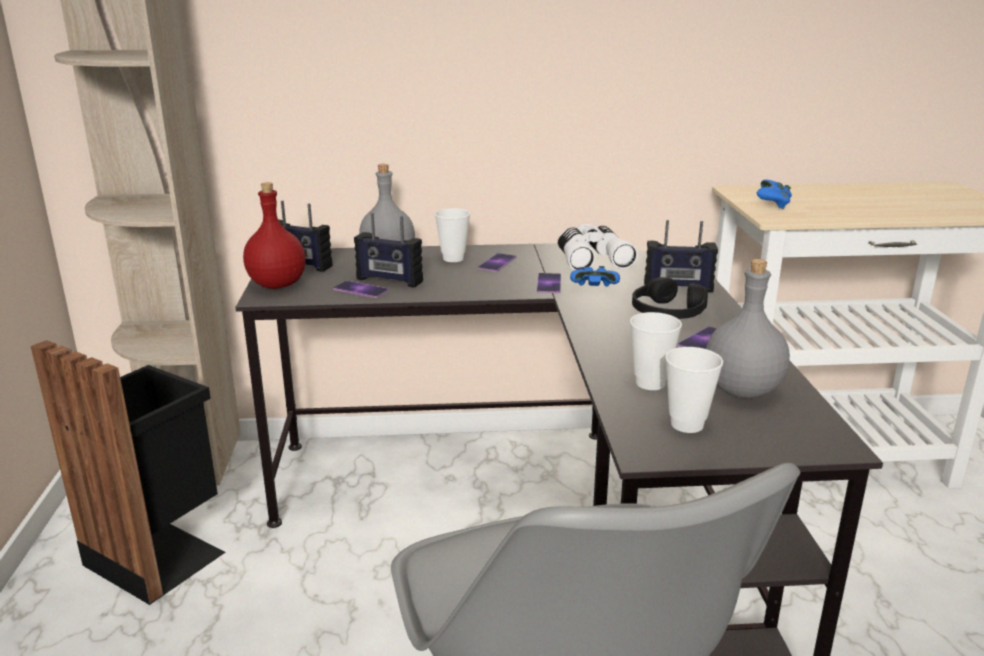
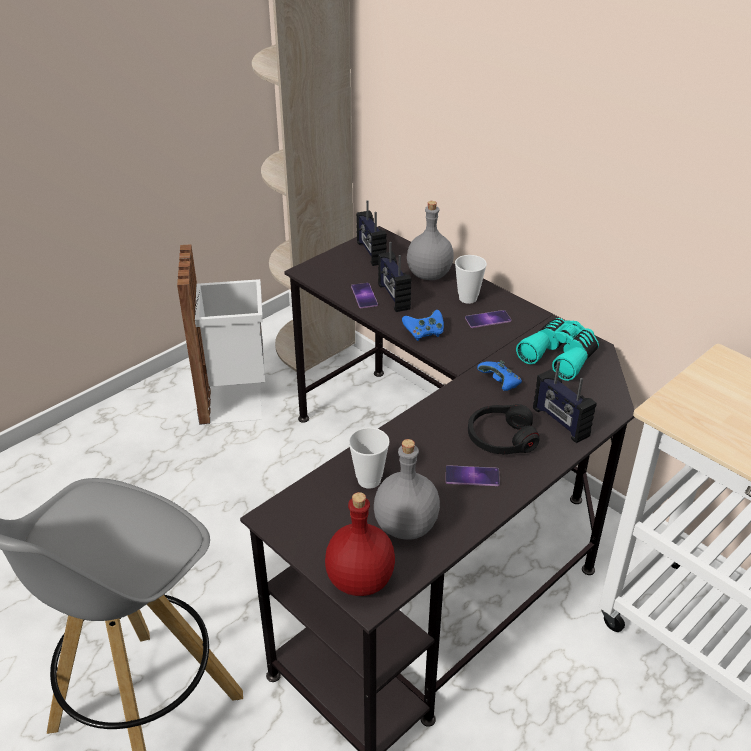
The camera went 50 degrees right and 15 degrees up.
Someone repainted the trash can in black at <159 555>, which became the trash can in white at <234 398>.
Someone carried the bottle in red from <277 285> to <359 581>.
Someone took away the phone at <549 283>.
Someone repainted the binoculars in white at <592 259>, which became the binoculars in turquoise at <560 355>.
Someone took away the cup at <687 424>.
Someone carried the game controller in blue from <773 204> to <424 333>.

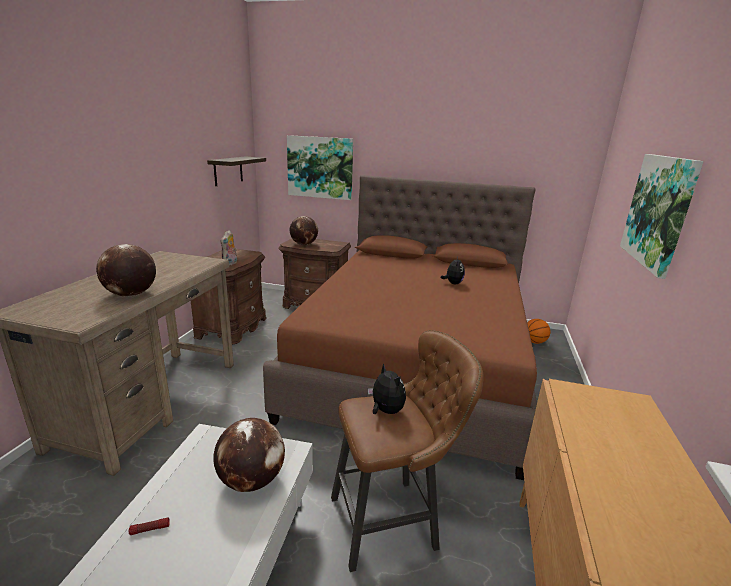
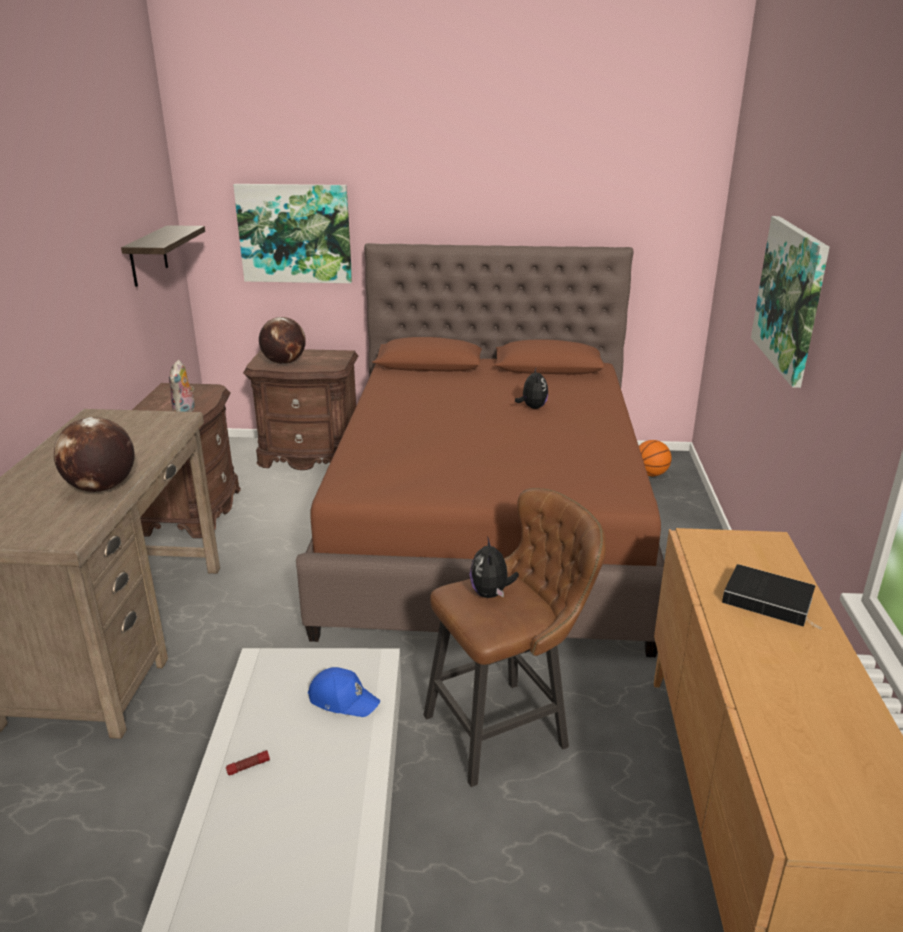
The camera went 10 degrees left and 5 degrees up.
Someone swapped the globe at <252 480> for the cap in blue at <343 699>.
Someone rotated the plush toy at <385 411> by 135 degrees counterclockwise.
Someone put down the book at <770 600>.

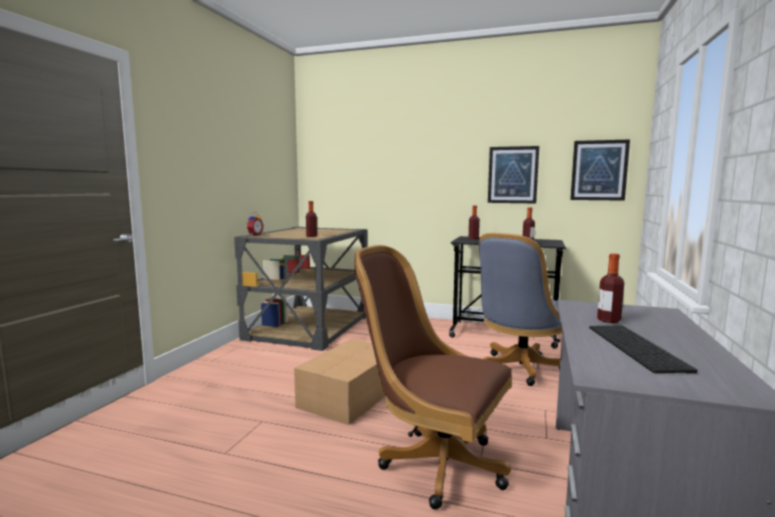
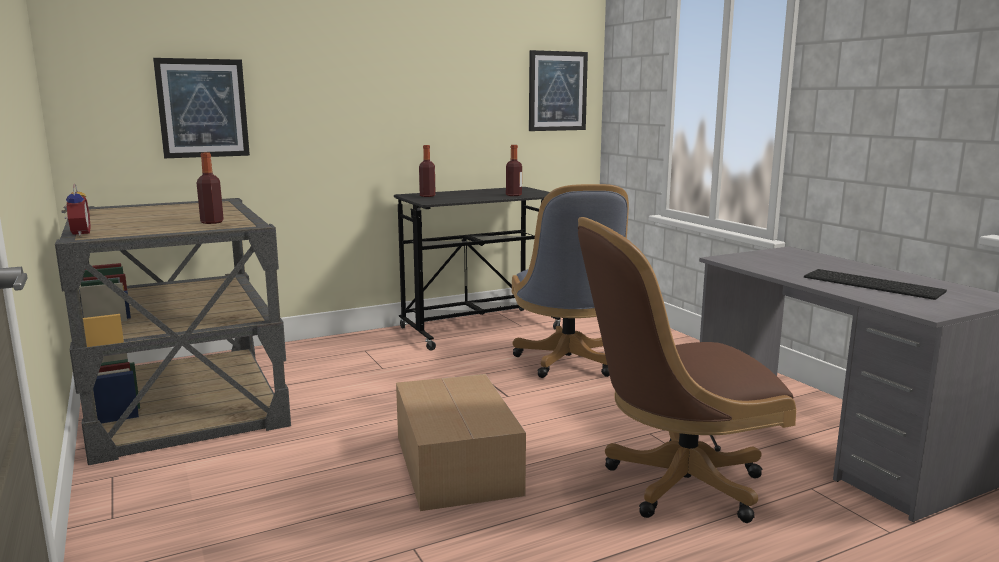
The camera went 45 degrees left and 5 degrees up.
Someone carried the picture from <512 175> to <202 108>.
Someone took away the bottle at <608 320>.

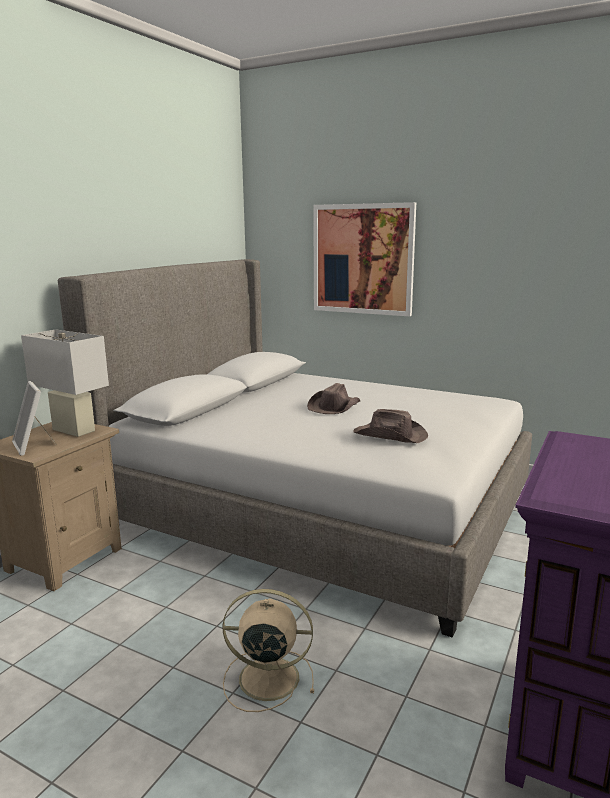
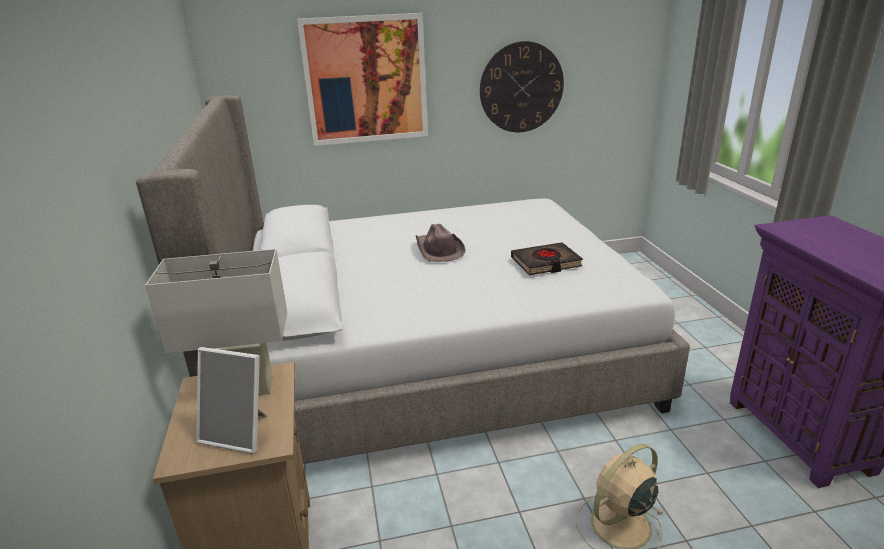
The camera went 40 degrees left and 10 degrees up.
Someone swapped the hat in brown at <391 435> for the book in black at <546 263>.
Someone put up the wall clock at <521 87>.

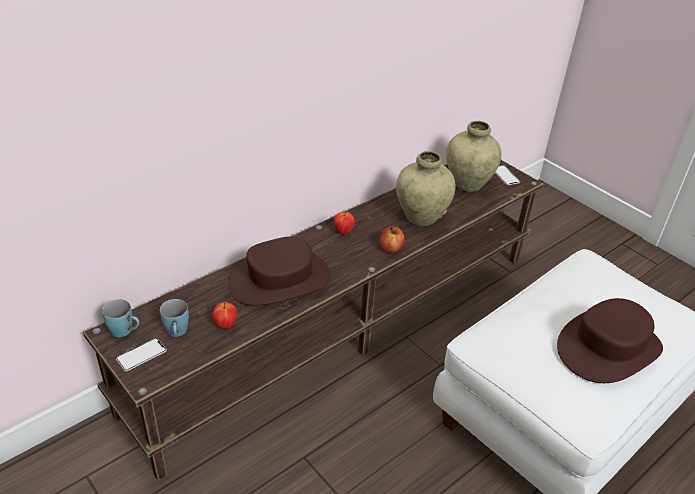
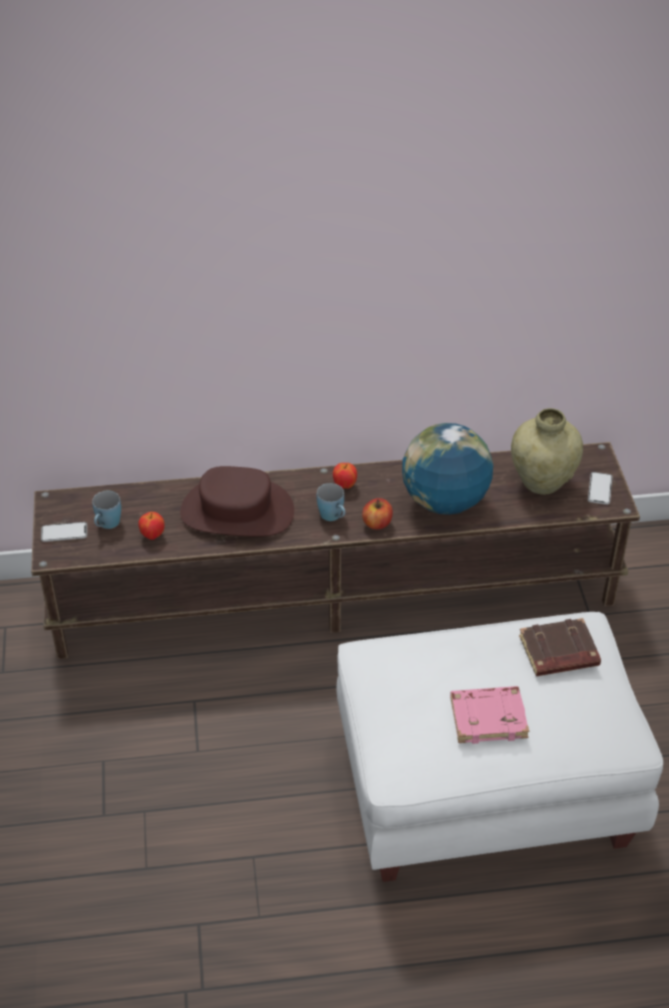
The camera went 35 degrees right and 5 degrees up.
Someone carried the mug in blue from <125 331> to <333 517>.
Someone swapped the vase in beige at <421 217> for the globe at <444 501>.
Someone swapped the hat in brown at <608 347> for the book in pink at <489 717>.
Someone put down the book in brown at <558 653>.

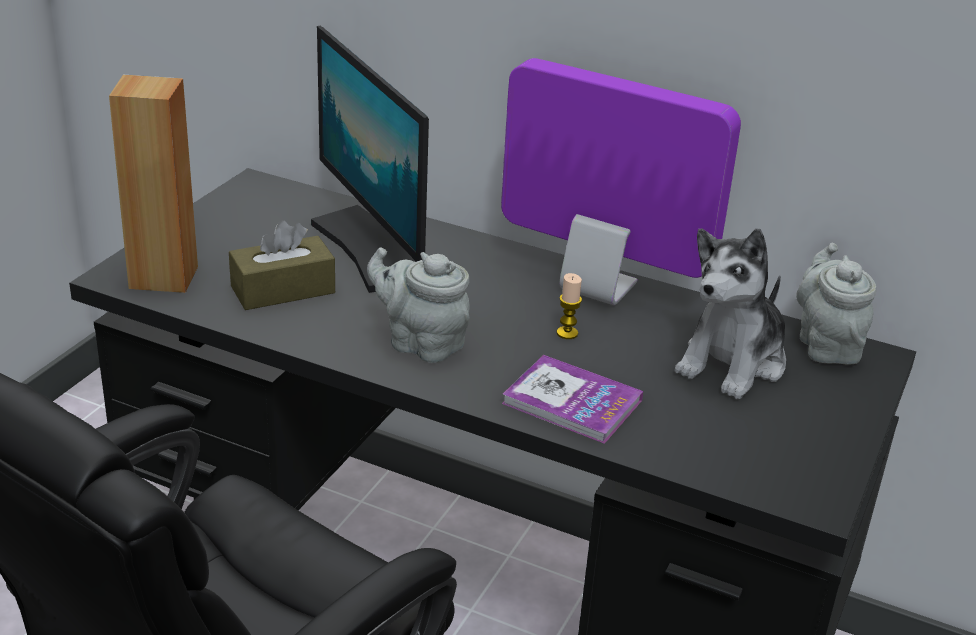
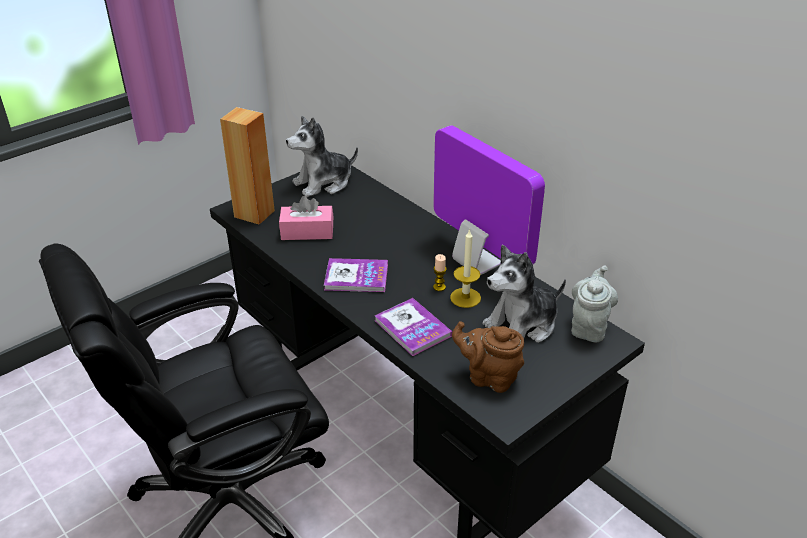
The camera went 25 degrees right and 5 degrees up.
Someone repainted the tissue box in brown at <283 290>, which became the tissue box in pink at <307 232>.
Someone took away the monitor at <373 250>.
Someone swapped the teapot in grey at <421 343> for the book at <356 277>.
Someone put down the plush toy at <323 183>.
Someone put down the candle at <465 297>.
Someone put down the teapot in brown at <489 377>.

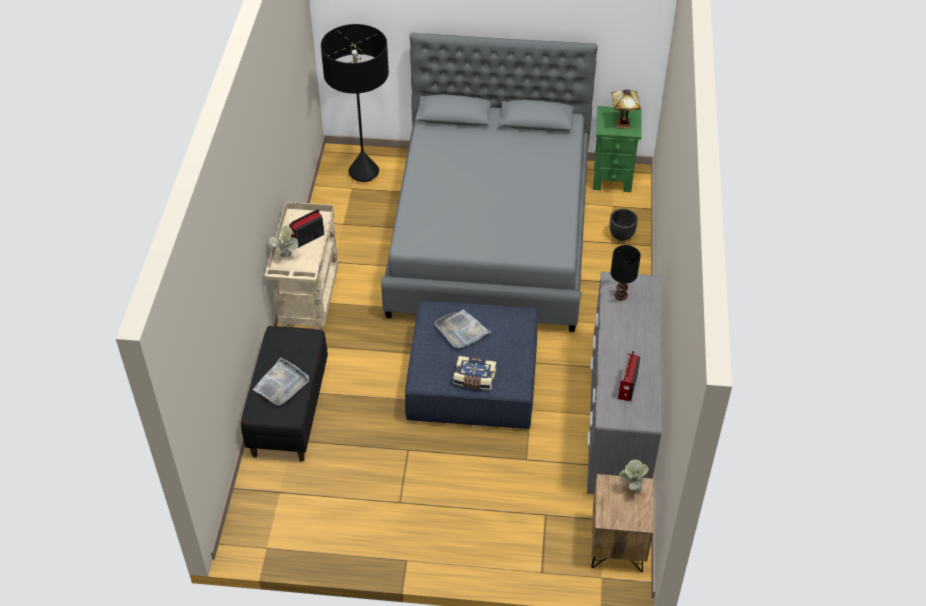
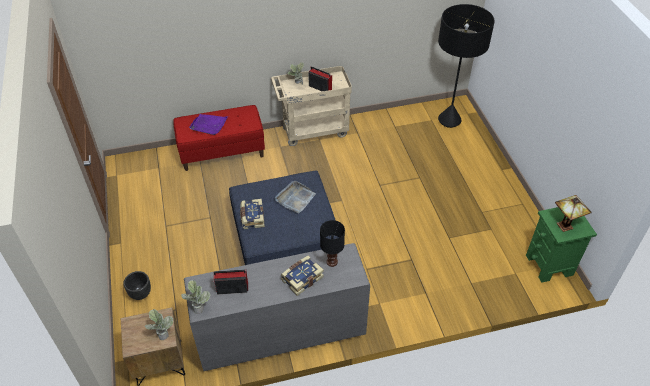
The camera went 70 degrees right and 0 degrees up.
Someone repainted the bench in black at <289 411>, which became the bench in red at <222 152>.
Someone repainted the tray in grey at <281 384>, which became the tray in purple at <209 125>.
Someone took away the bed in grey at <490 236>.
Someone carried the planter in black from <621 236> to <140 294>.
Someone put down the potted plant at <198 306>.
Someone put down the book at <301 278>.

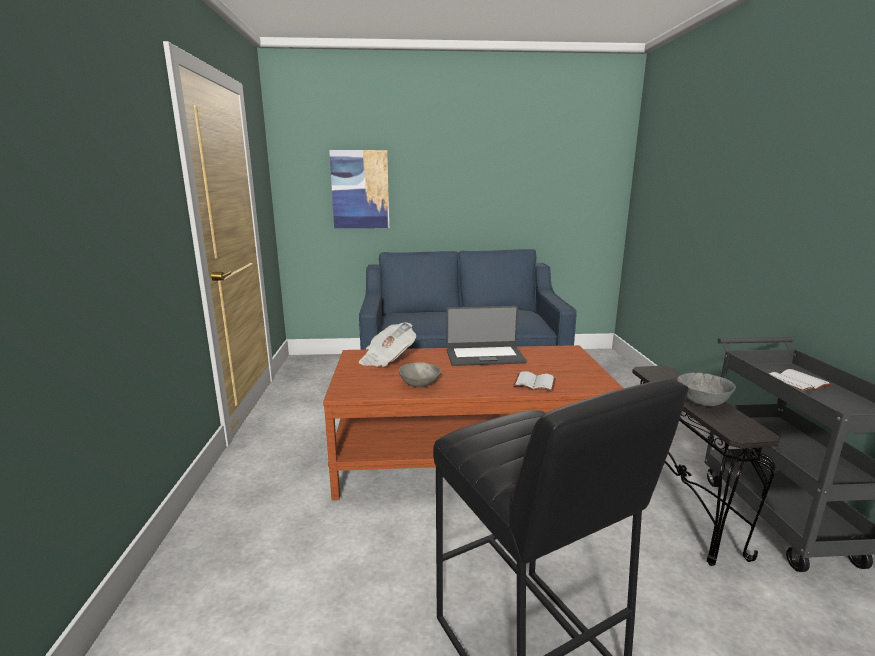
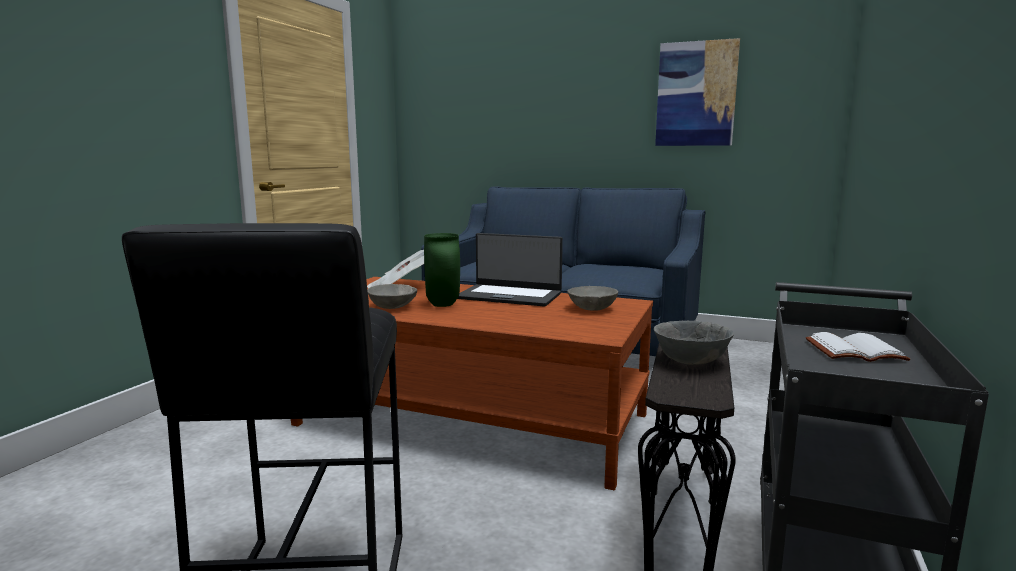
The camera went 25 degrees right and 5 degrees down.
Someone carried the picture from <360 189> to <696 94>.
Someone took away the book in white at <533 384>.
Someone put down the vase in green at <442 305>.
Someone put down the bowl in grey at <592 309>.

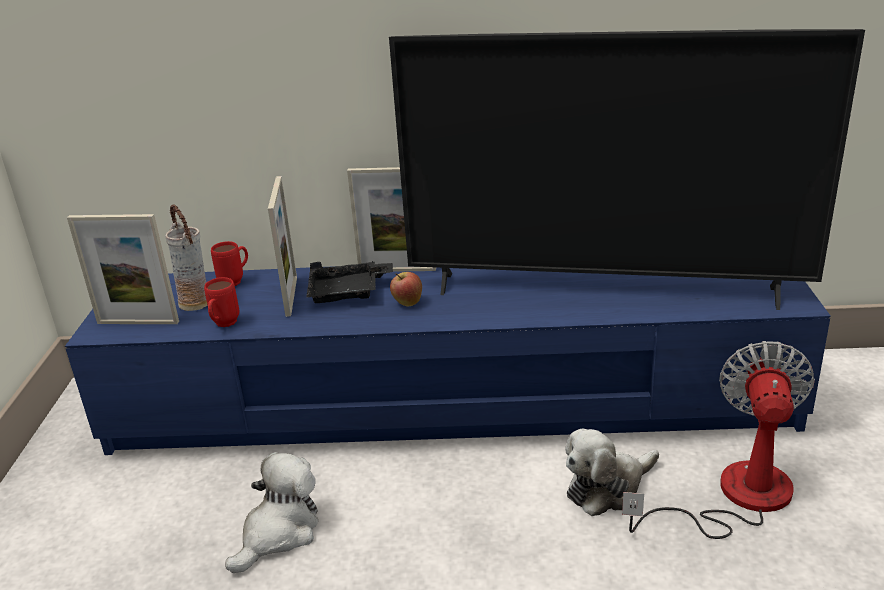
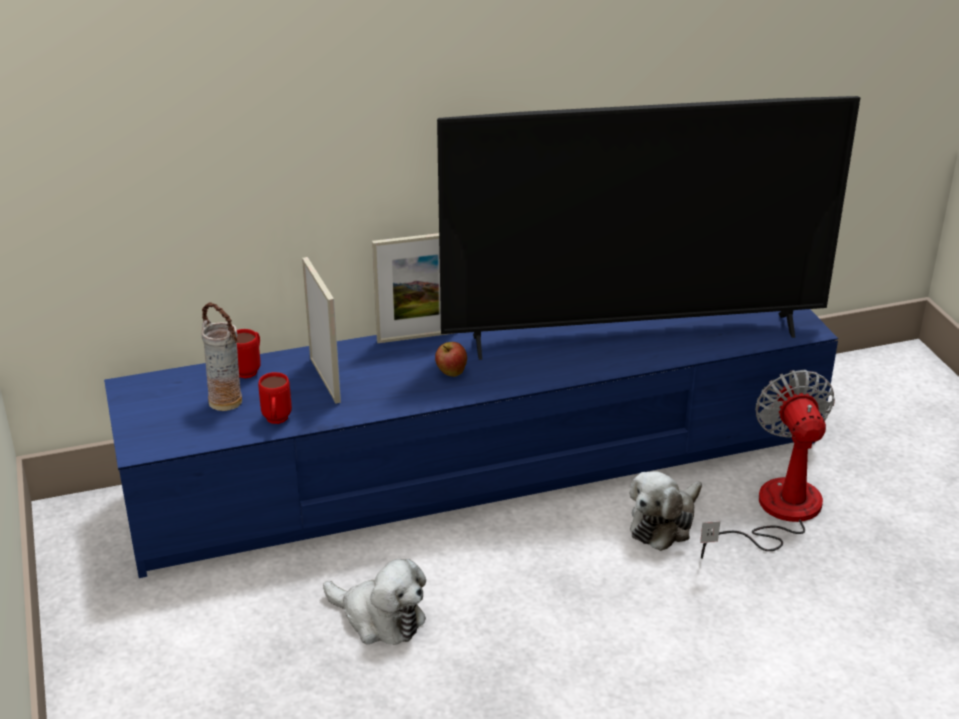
The camera went 20 degrees left and 5 degrees up.
Someone took away the picture frame at <138 322>.
Someone rotated the plush toy at <279 533> by 105 degrees clockwise.
Someone took away the tray in black at <347 292>.

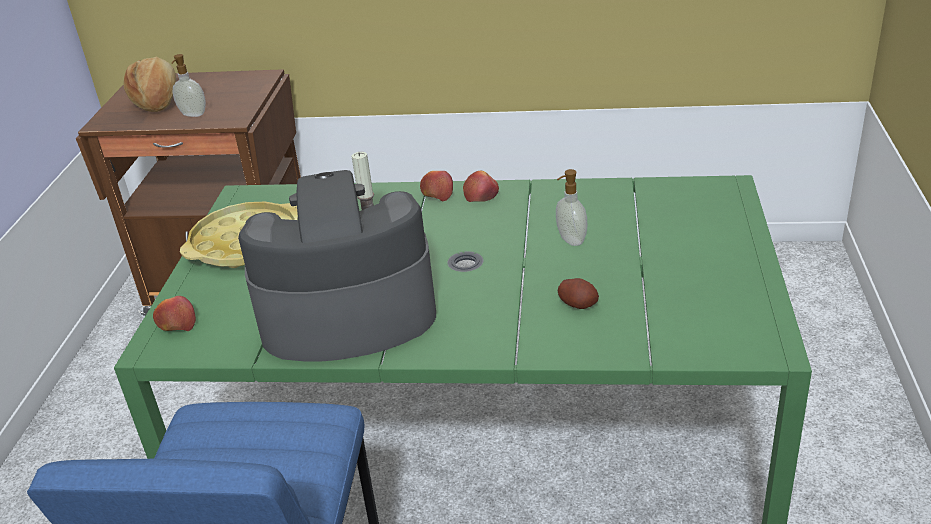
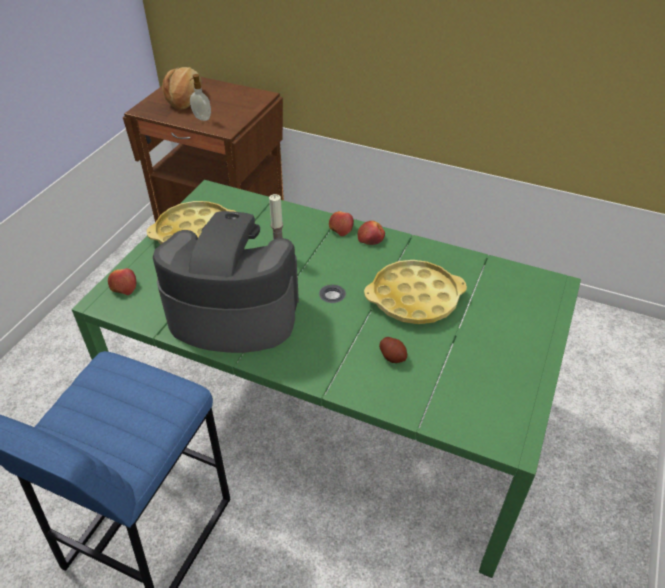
The camera went 15 degrees right and 10 degrees up.
Someone swapped the soap dispenser at <570 240> for the tray in yellow at <414 298>.

